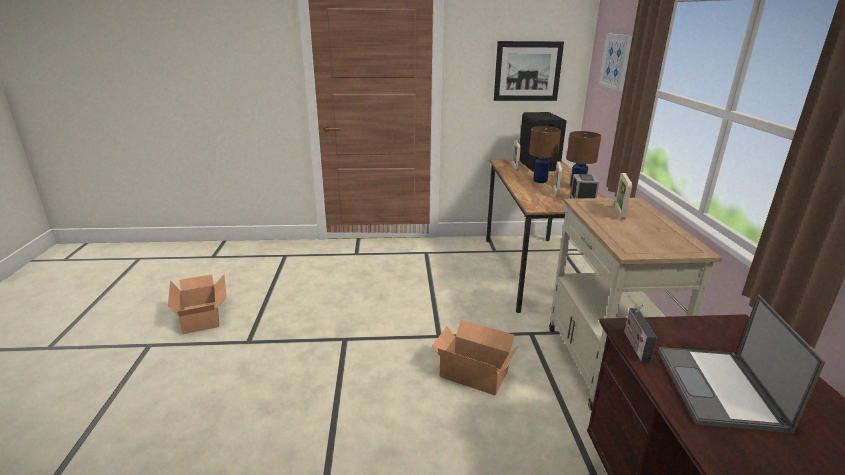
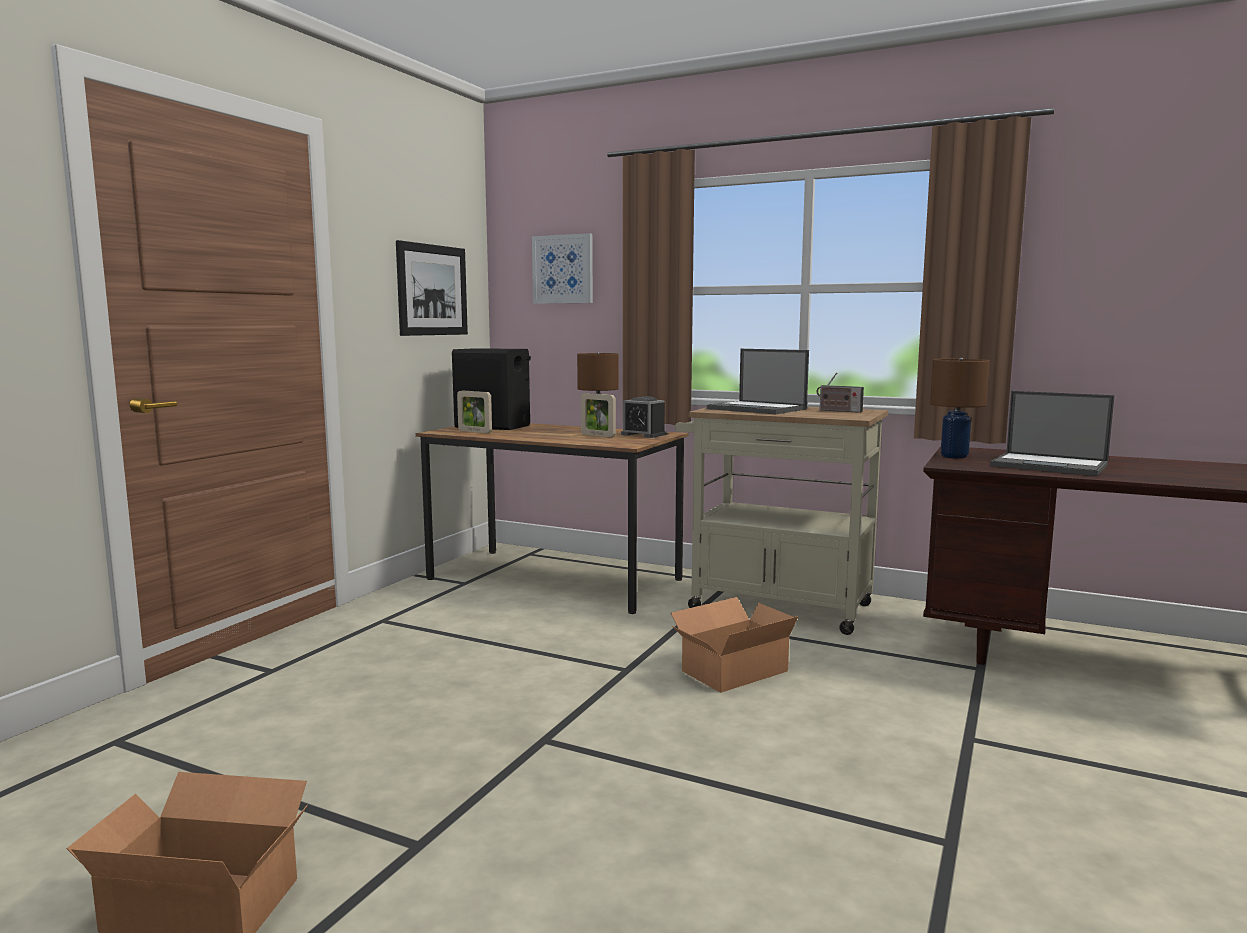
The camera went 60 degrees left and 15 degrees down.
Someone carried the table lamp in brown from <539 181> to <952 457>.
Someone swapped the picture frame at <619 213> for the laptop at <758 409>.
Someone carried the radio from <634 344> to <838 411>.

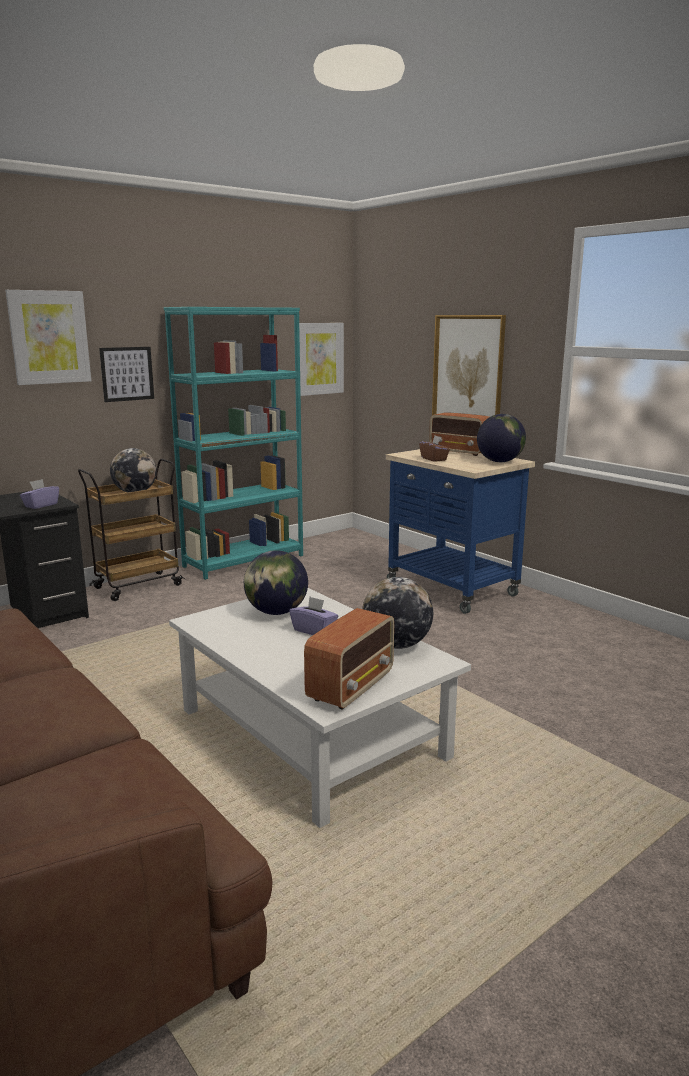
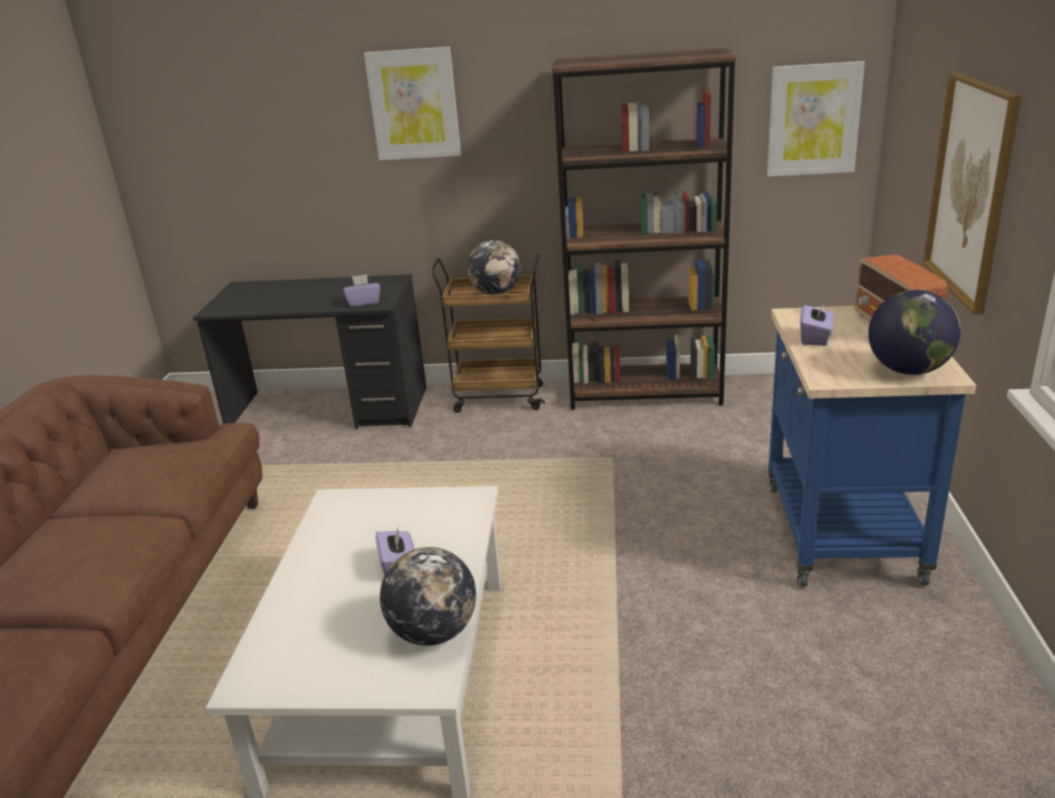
The camera went 45 degrees right and 10 degrees up.
Someone took away the picture at <127 374>.
Someone repainted the bookcase in turquoise at <244 561>, which became the bookcase in brown at <645 393>.
Someone took away the globe at <276 612>.
Someone took away the radio at <352 686>.
Someone repainted the tissue box in brown at <434 459>, which became the tissue box in purple at <815 338>.

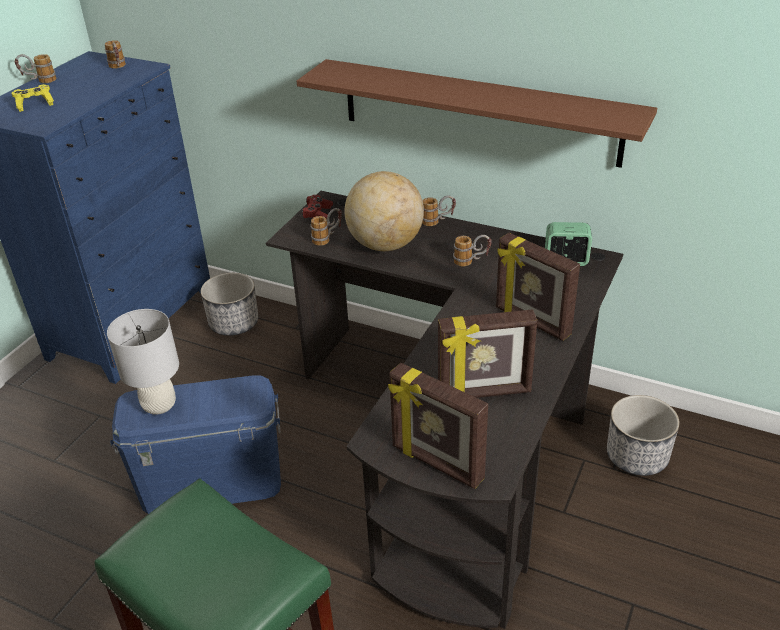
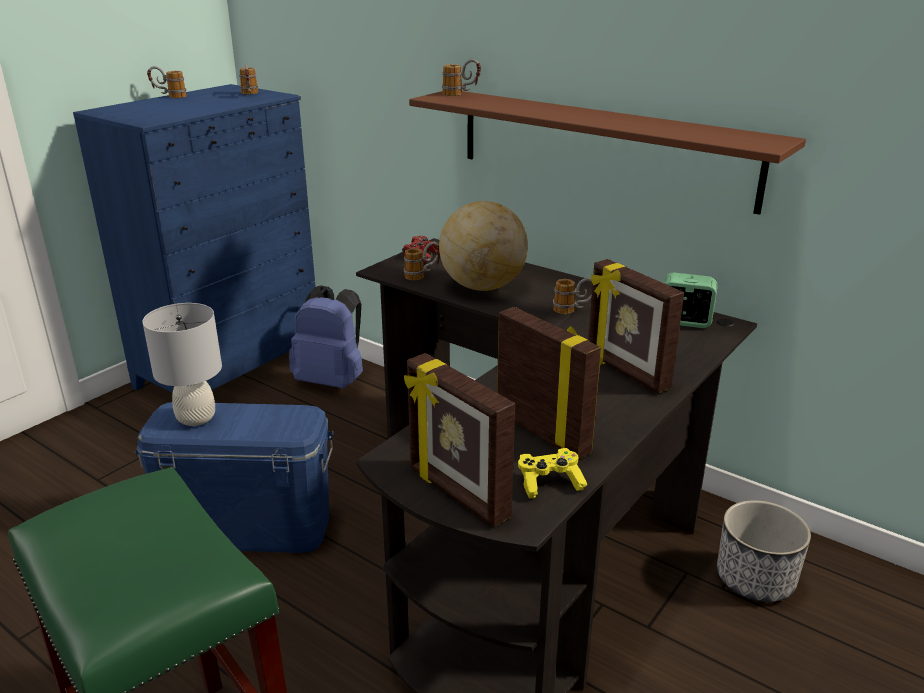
The camera went 10 degrees right and 10 degrees down.
Someone carried the game controller in yellow from <35 104> to <549 483>.
Someone swapped the planter at <234 323> for the backpack in blue at <332 381>.
Someone carried the mug from <438 222> to <461 94>.
Someone rotated the picture frame at <484 393> by 135 degrees counterclockwise.

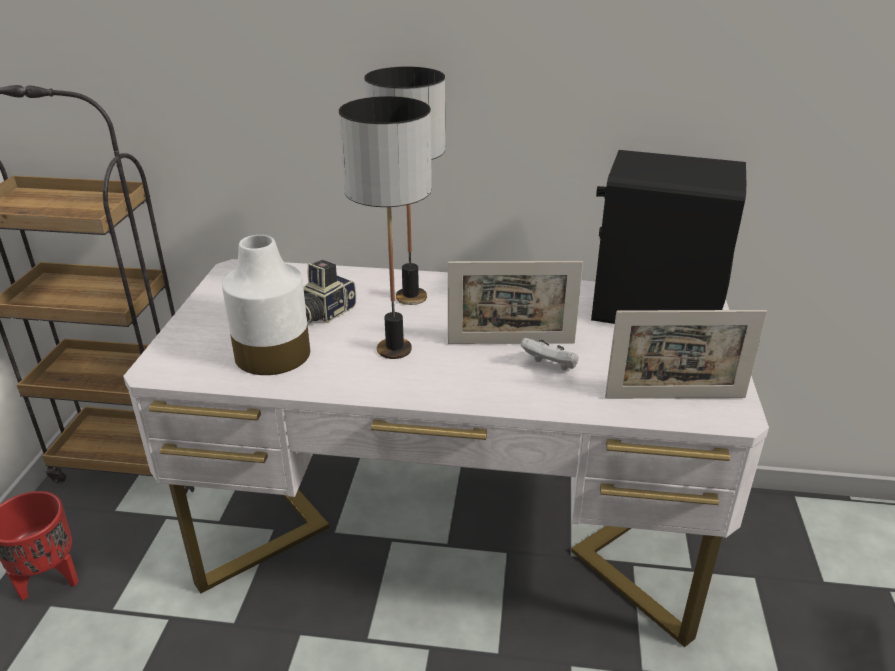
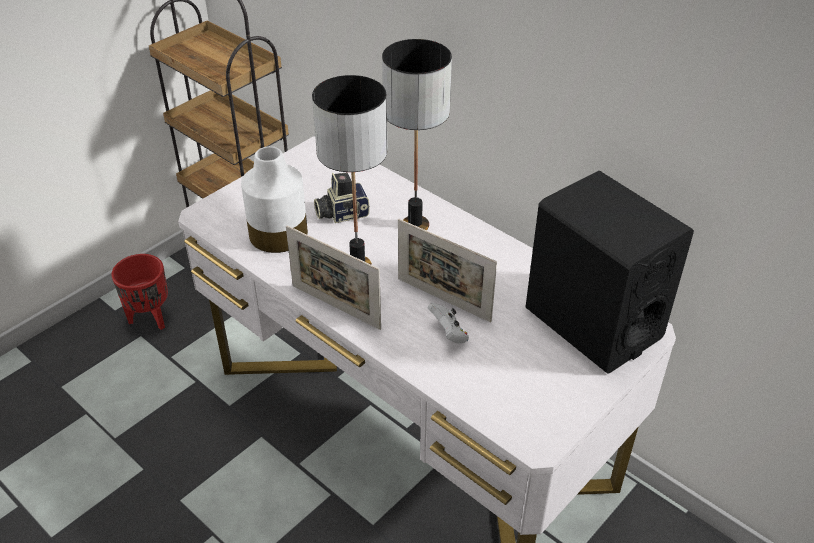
The camera went 35 degrees right and 10 degrees up.
Someone carried the picture frame from <675 397> to <335 307>.

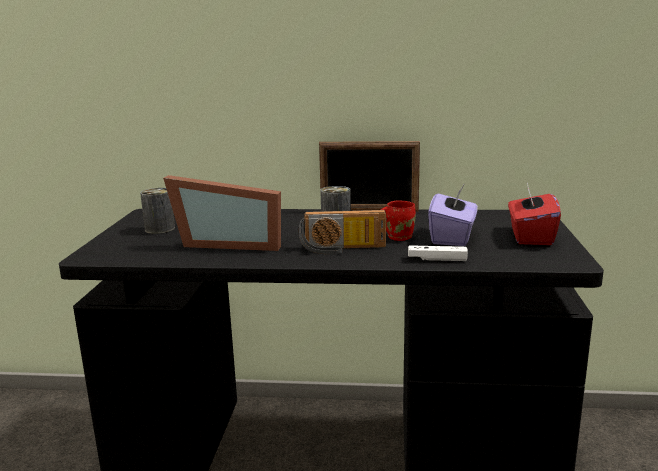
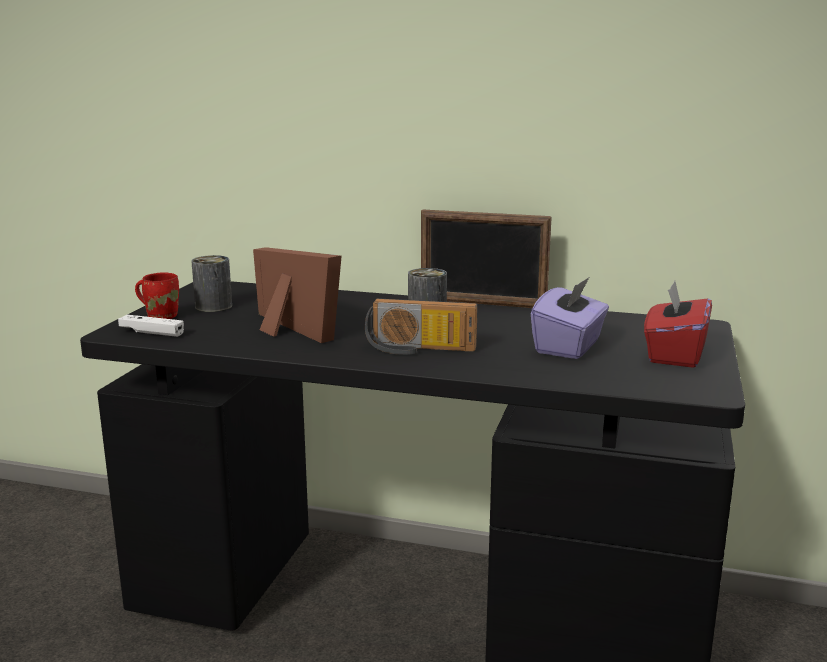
The camera went 10 degrees right and 0 degrees up.
Someone rotated the picture frame at <230 243> by 150 degrees counterclockwise.
Someone carried the mug in red from <398 237> to <161 316>.
Someone carried the game controller in white from <437 259> to <151 332>.

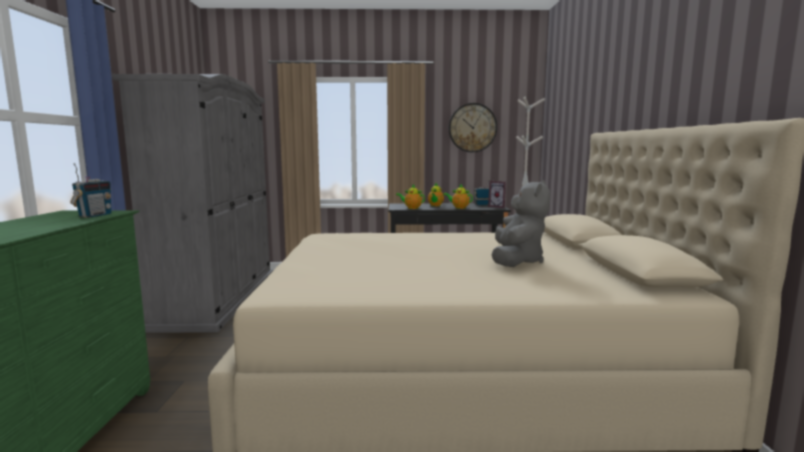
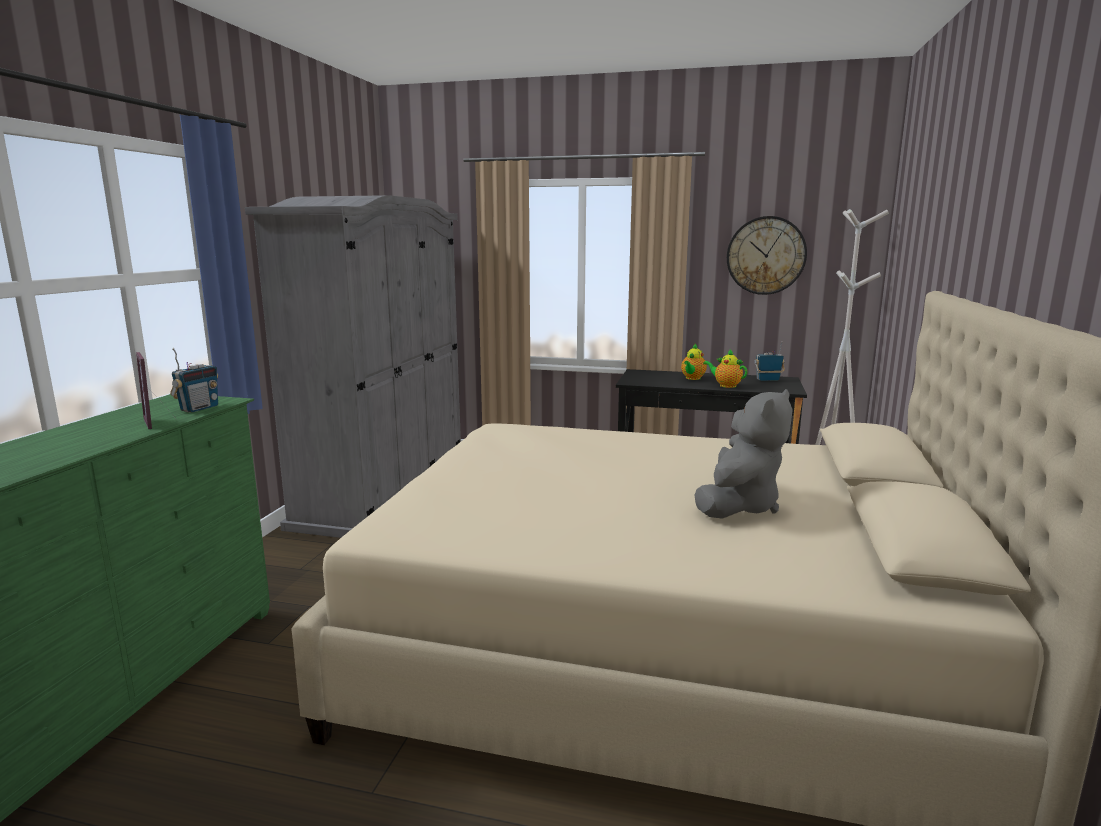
The camera went 15 degrees right and 5 degrees up.
Someone took away the teapot at <411 208>.
Someone carried the picture frame from <498 207> to <161 422>.

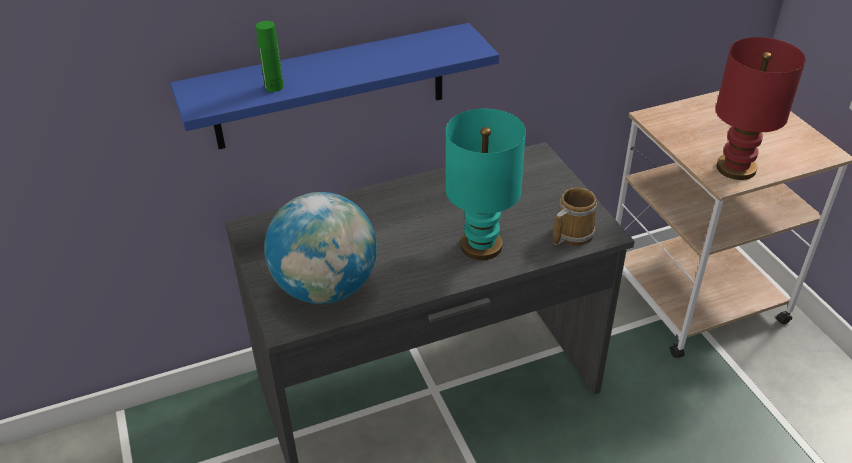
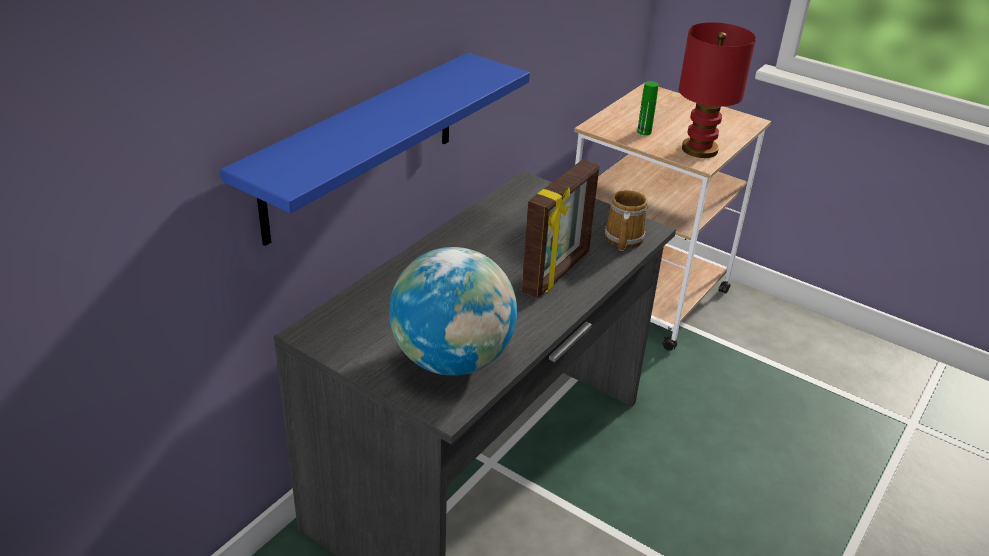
The camera went 35 degrees left and 5 degrees down.
Someone carried the bottle in green from <274 87> to <644 132>.
Someone swapped the table lamp in turquoise at <481 245> for the picture frame at <557 273>.

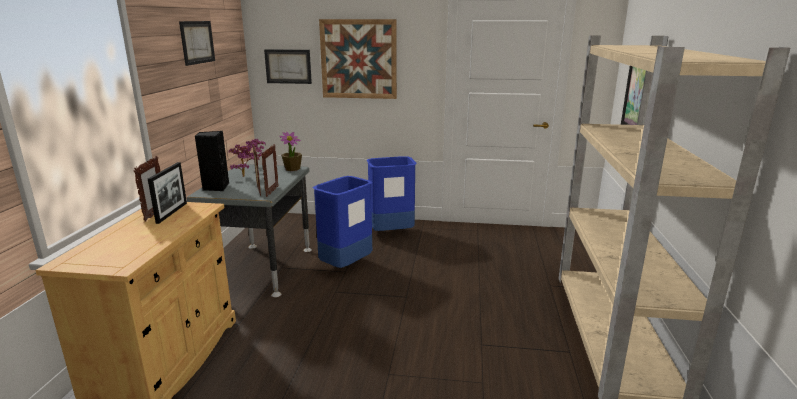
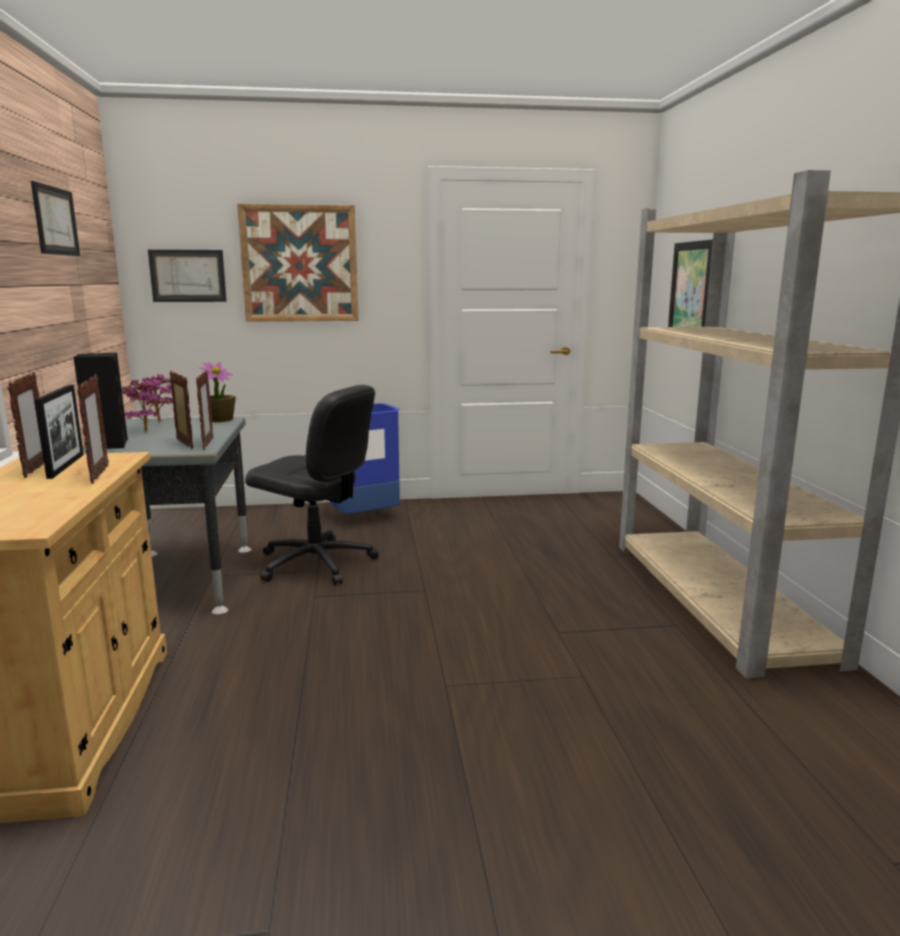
The camera went 15 degrees left and 5 degrees down.
Someone swapped the trash can in blue at <346 265> for the office chair in black at <316 563>.
Someone put down the picture frame at <99 475>.

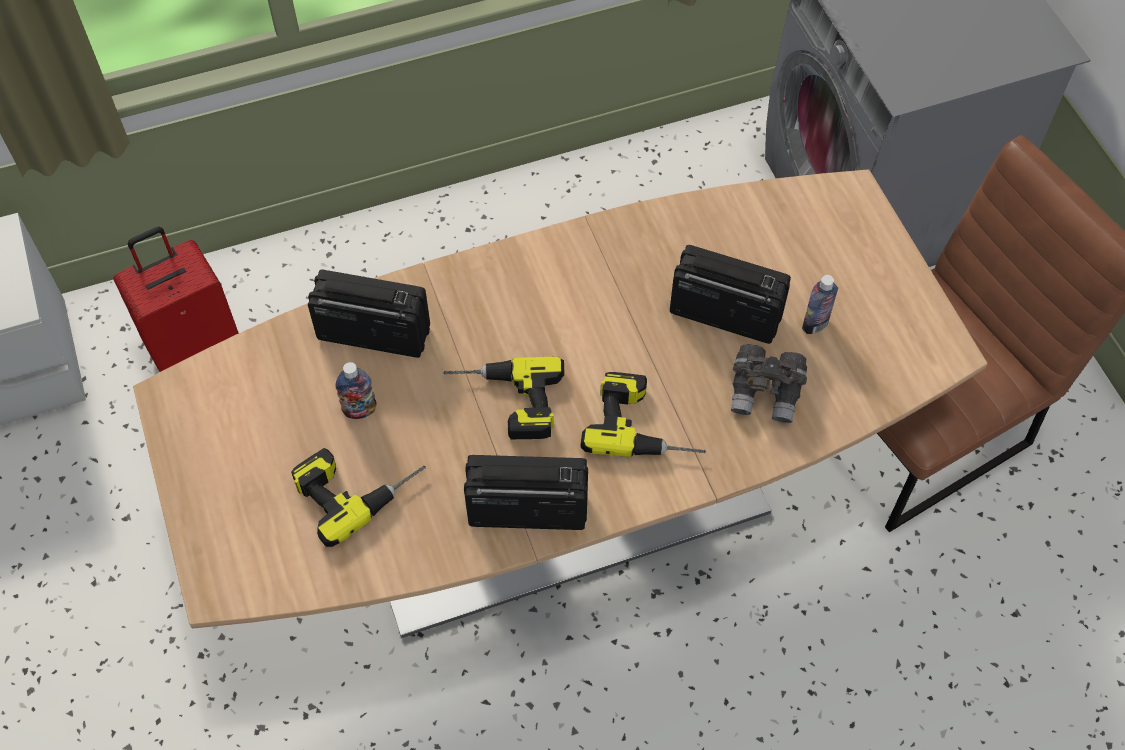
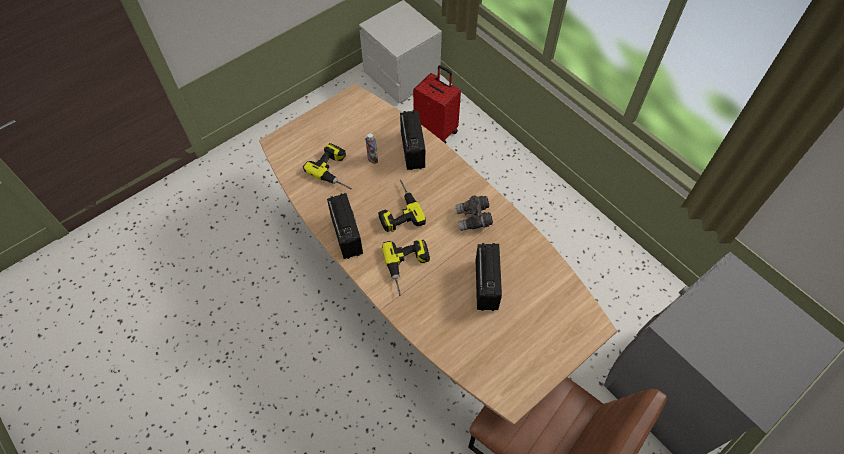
The camera went 70 degrees right and 0 degrees up.
Someone carried the binoculars in grey from <766 392> to <473 219>.
Someone took away the bottle at <815 325>.

